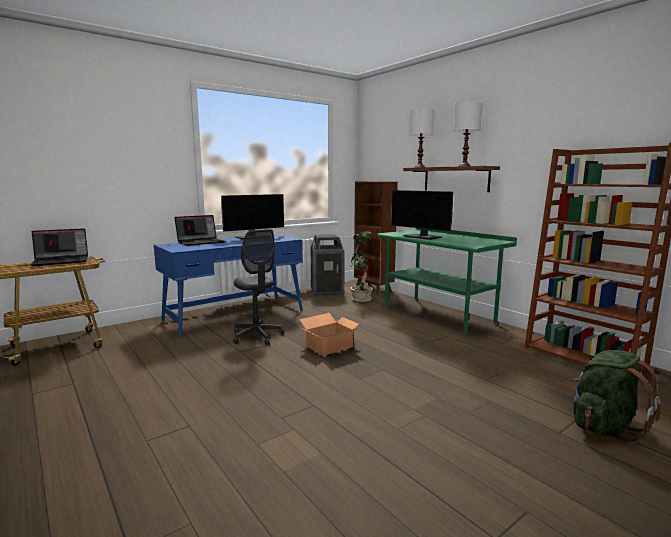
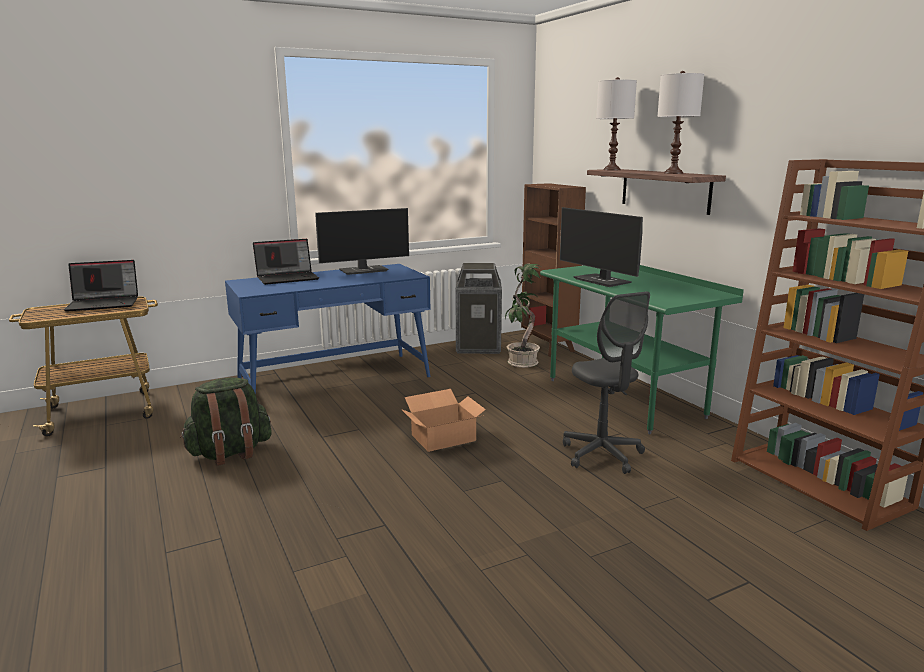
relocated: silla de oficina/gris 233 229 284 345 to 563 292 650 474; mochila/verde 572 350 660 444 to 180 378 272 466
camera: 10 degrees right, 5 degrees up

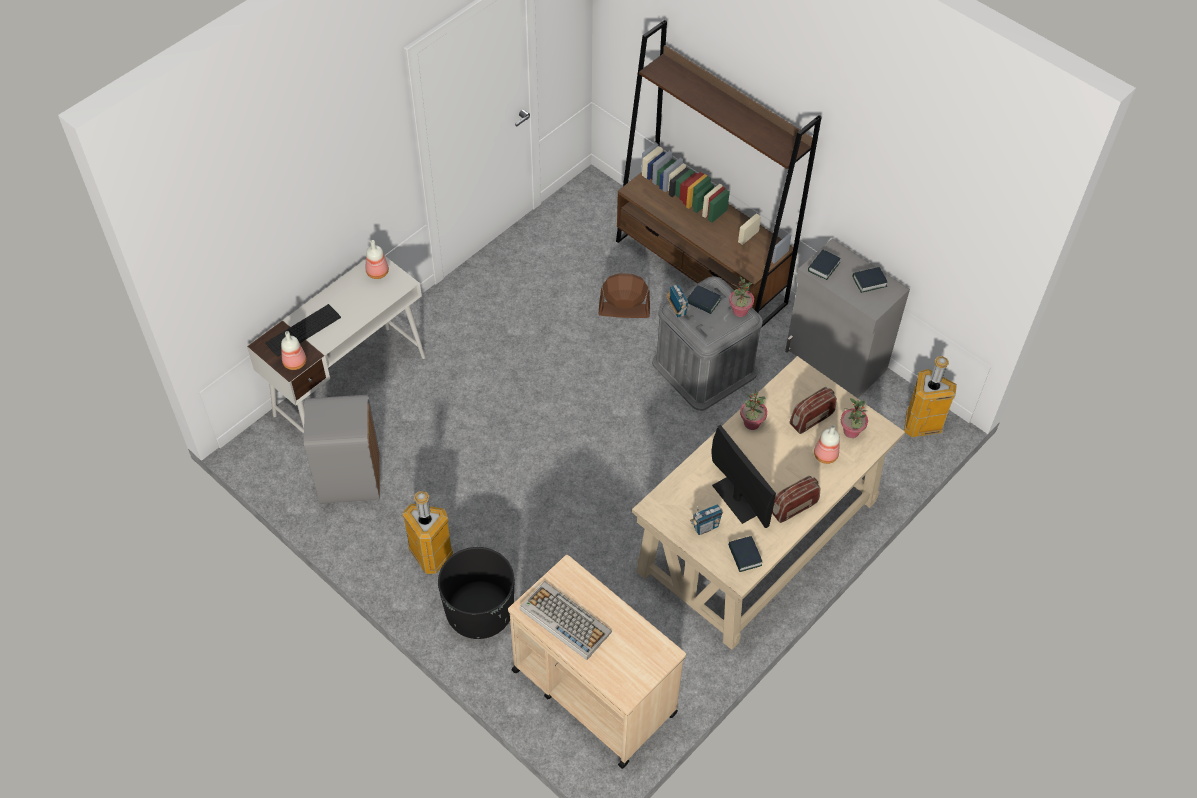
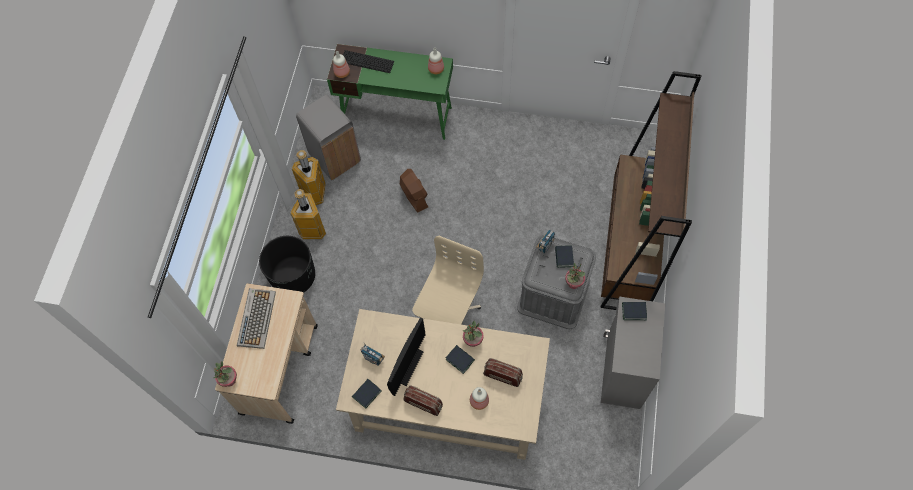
appeared: silla de oficina/beis 412 236 484 324
relocated: ventilador/marrón 599 273 650 318 to 400 169 428 212; planta en maceta 841 398 868 438 to 214 361 237 387; libro 853 267 887 293 to 446 345 475 374; papelera 904 356 957 437 to 292 150 326 205
colour: escritorio/blanco 247 256 425 434 to escritorio/verde 327 44 453 140
camera: 60 degrees right, 10 degrees up

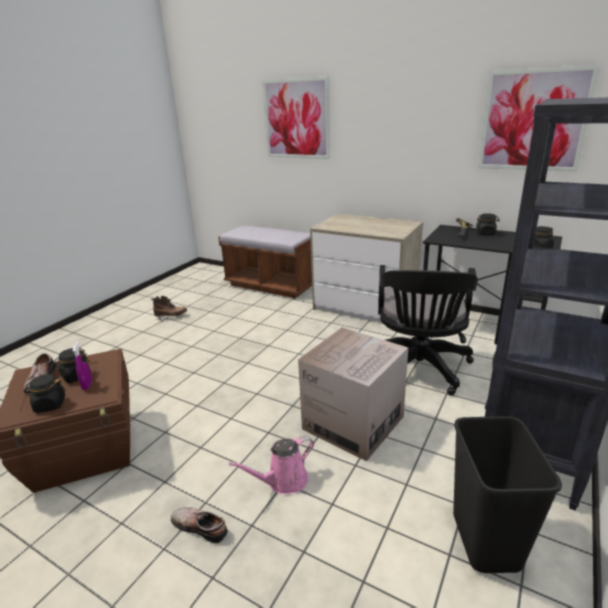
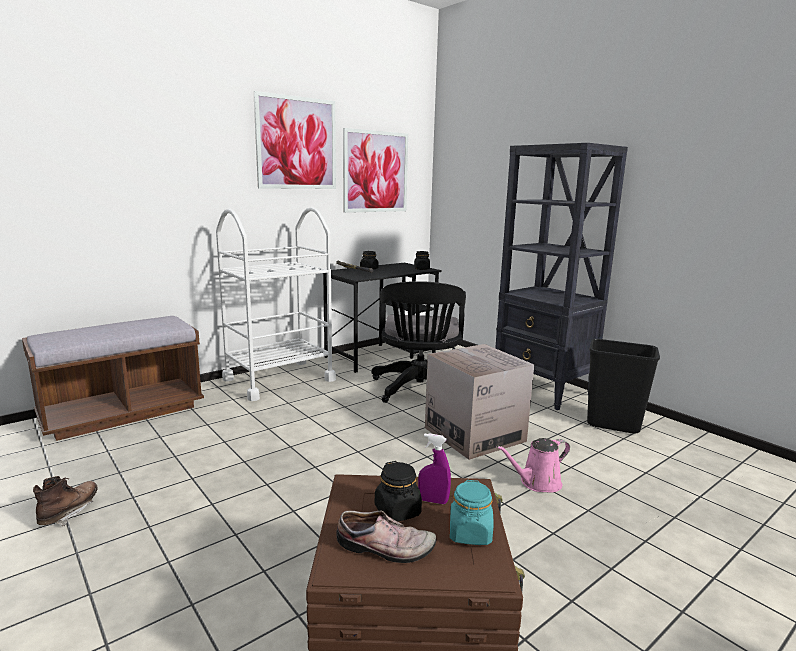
missing: zapato 171 507 228 543
relocated: cuadro 262 76 330 159 to 253 91 336 189
exchanged: cómoda 310 214 423 323 to carrito/blanco 216 207 336 401
colour: tarro/negro 24 374 65 413 to tarro/turquesa 450 480 493 545
spun: regadera/rosa 229 436 314 494 = 496 438 570 493 75 degrees clockwise; silla de oficina/negro 378 265 478 396 = 371 281 466 403 60 degrees clockwise
camera: 70 degrees left, 10 degrees down

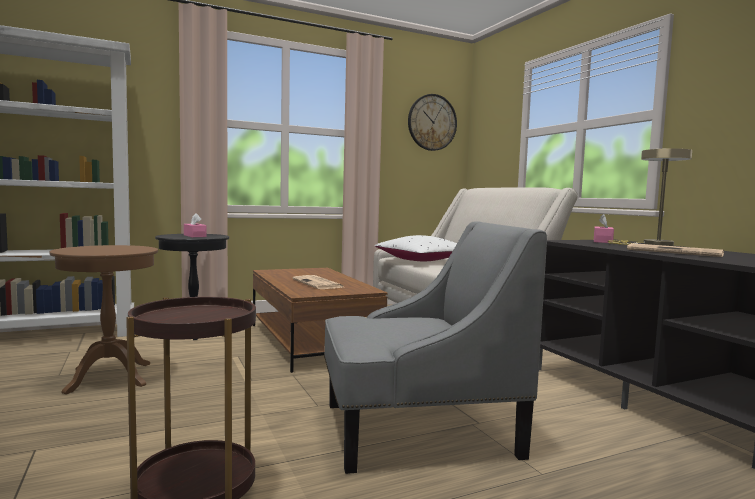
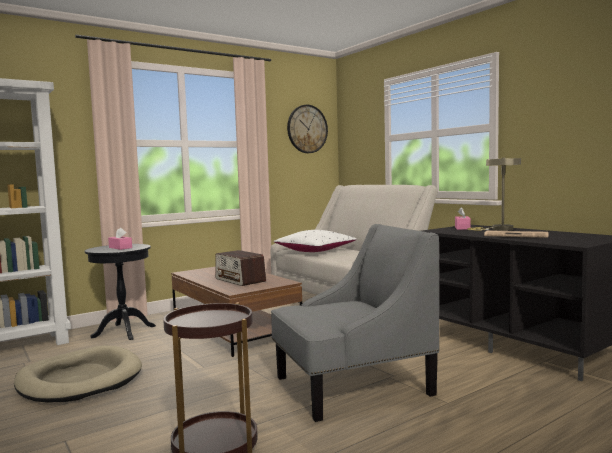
exchanged: mesa auxiliar/marrón 50 245 158 394 to cama para perro/beis 14 345 142 402; periódico 292 275 343 289 to radio 215 250 266 286
camera: 10 degrees left, 0 degrees up

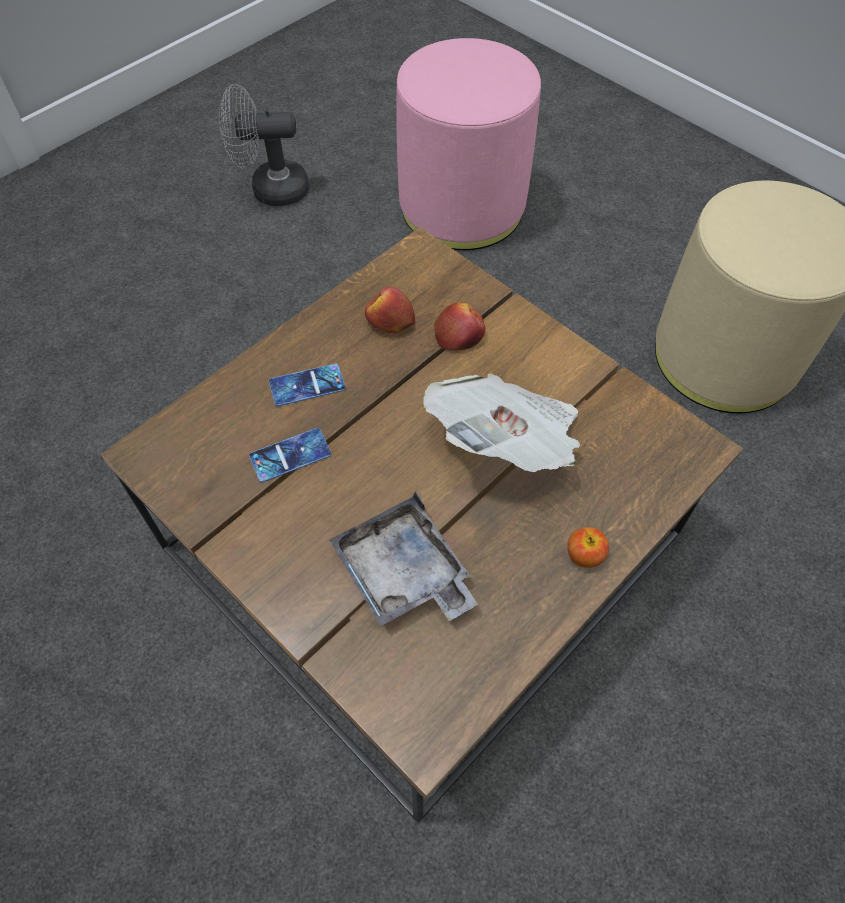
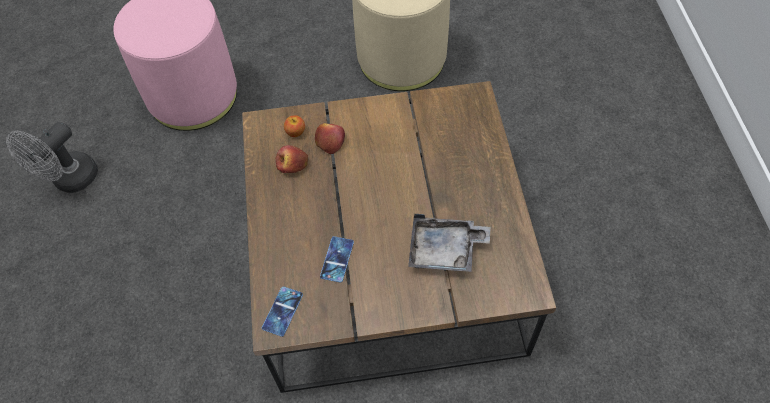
missing: periódico 423 373 580 472
relocated: móvil 269 364 346 406 to 262 286 303 337; manzana 567 527 609 568 to 284 115 305 137
camera: 50 degrees left, 0 degrees up

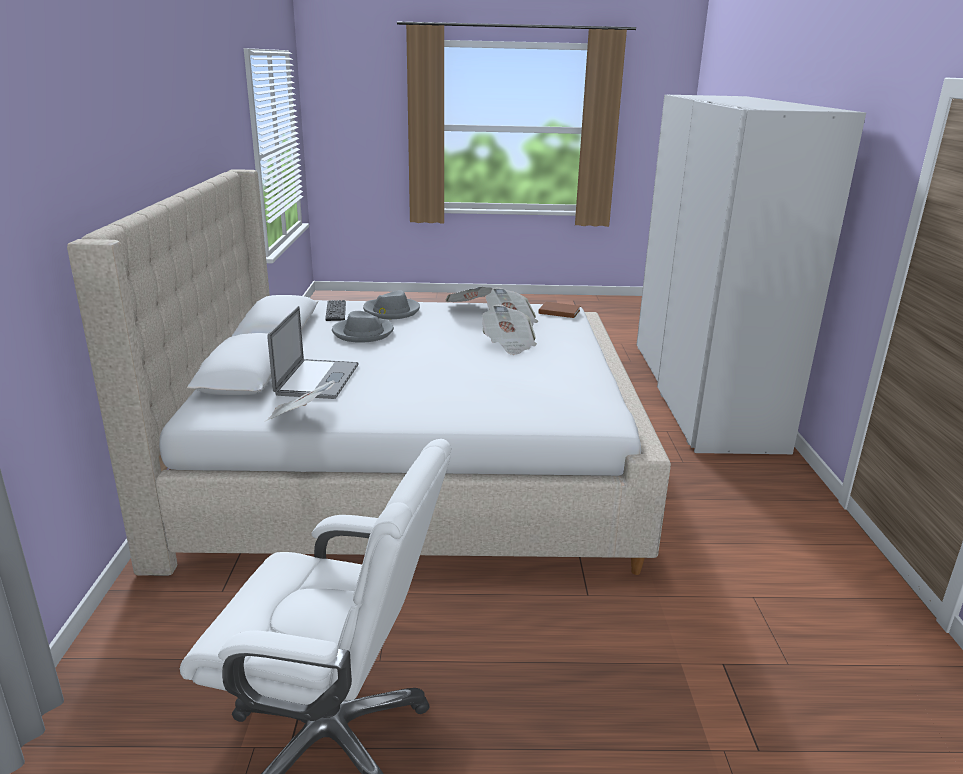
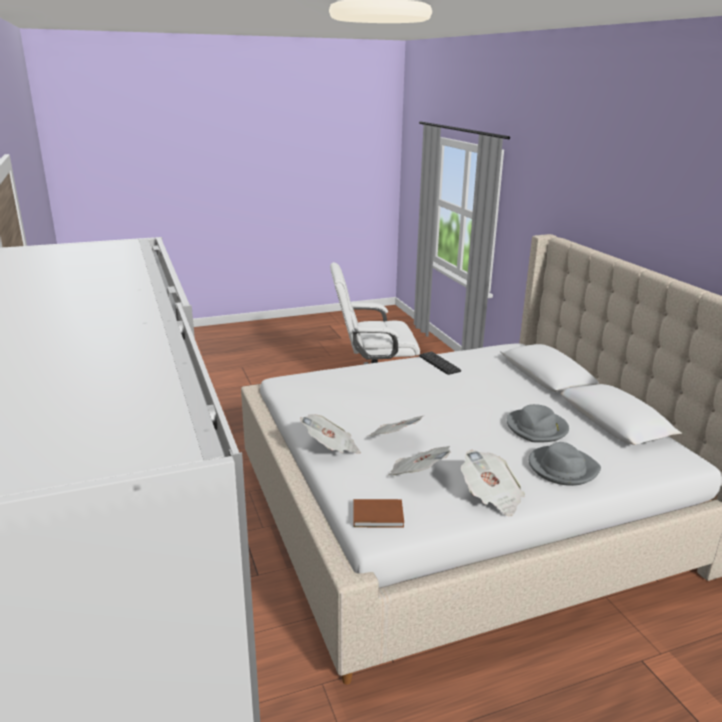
missing: portátil 267 306 358 399
relocated: periódico 266 380 335 421 to 300 414 361 453; teclado 325 300 346 321 to 419 352 461 375
camera: 160 degrees right, 0 degrees up

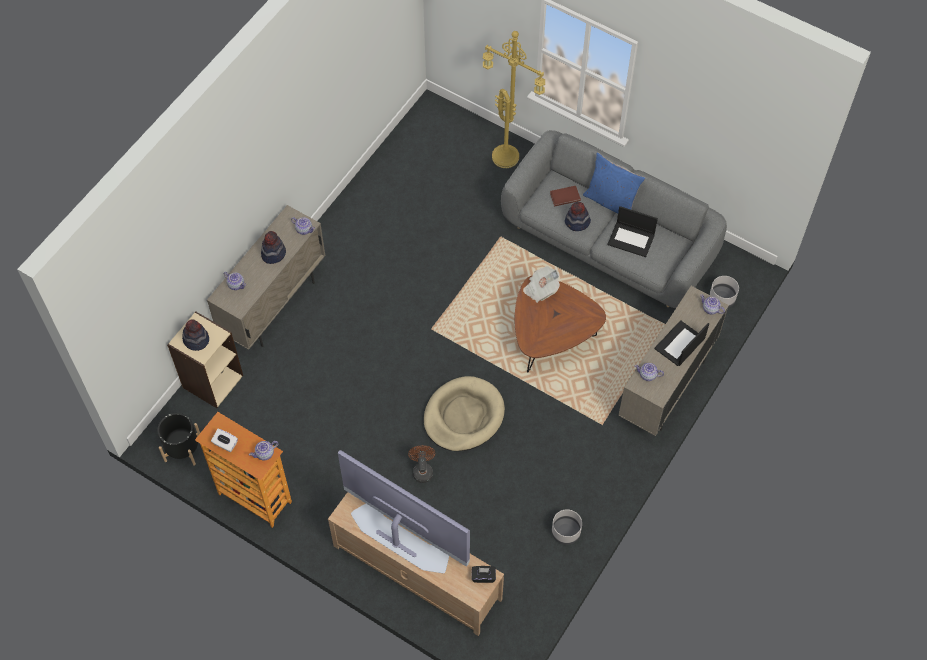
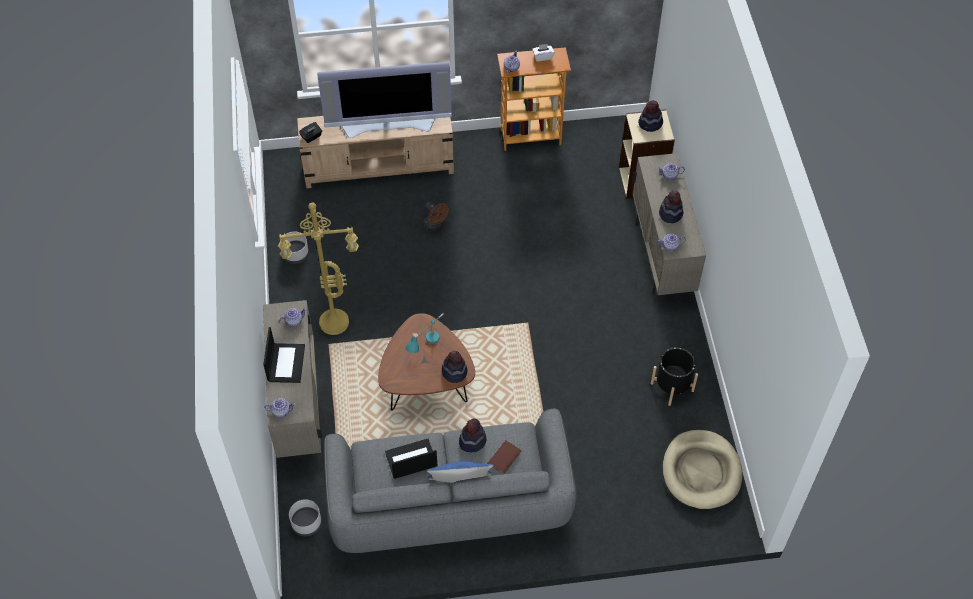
appeared: lámpara de mesa/turquesa 406 313 444 353
relocated: maceta/negro 157 413 200 466 to 651 347 698 406; cama para perro/beis 424 376 505 451 to 663 430 743 510; lámpara de pie/amarillo 483 31 545 168 to 278 202 359 335
exchanged: periódico 523 266 560 303 to sombrero 442 351 467 383
camera: 140 degrees right, 5 degrees down

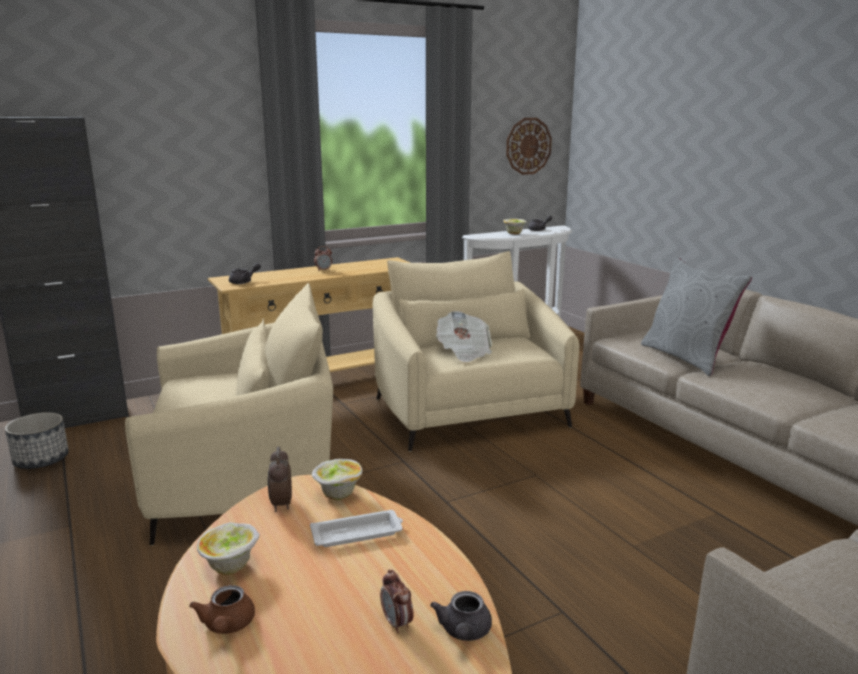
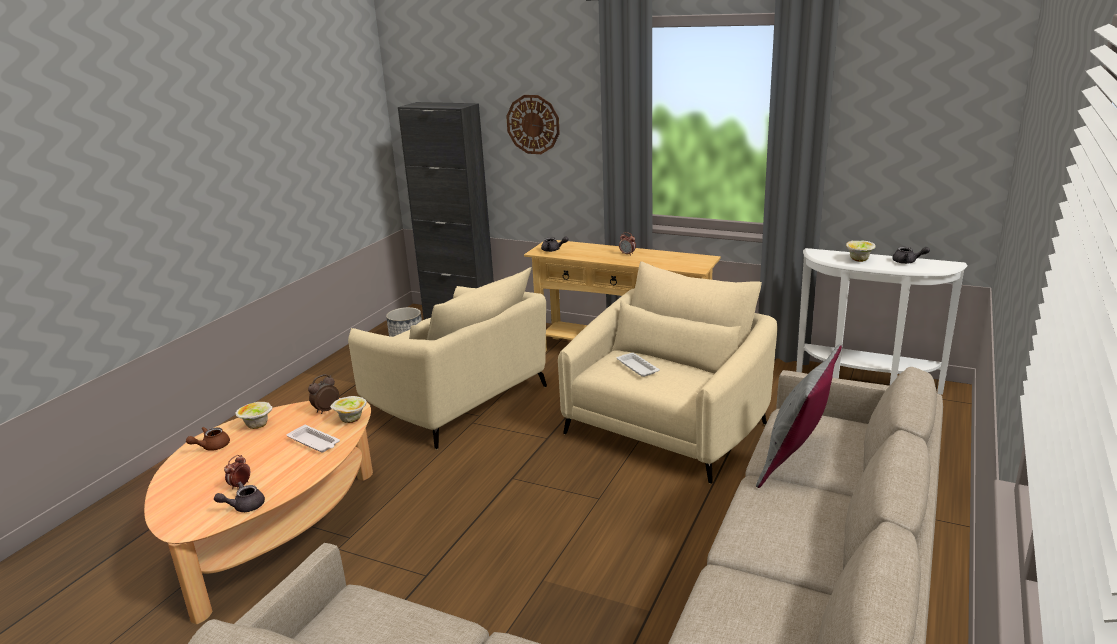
relocated: reloj de pared 506 118 552 175 to 506 95 560 154
exchanged: periódico 436 311 492 362 to bandeja/blanco 617 353 660 377
camera: 55 degrees right, 5 degrees up

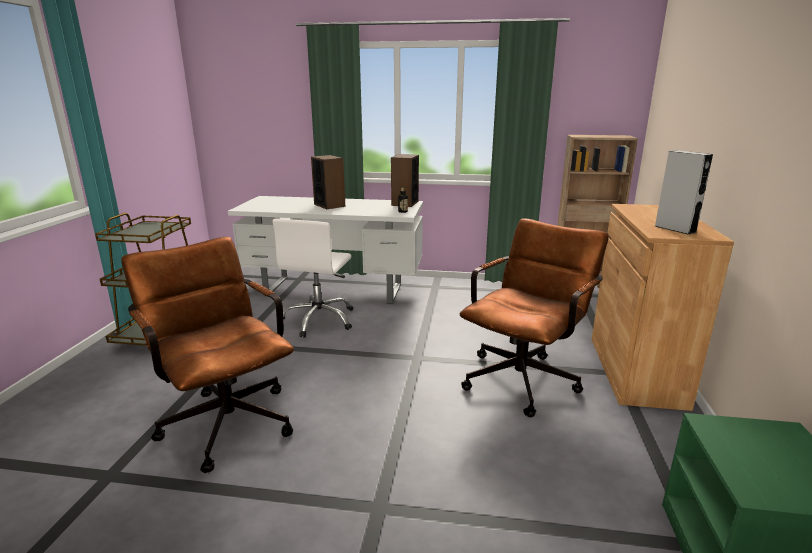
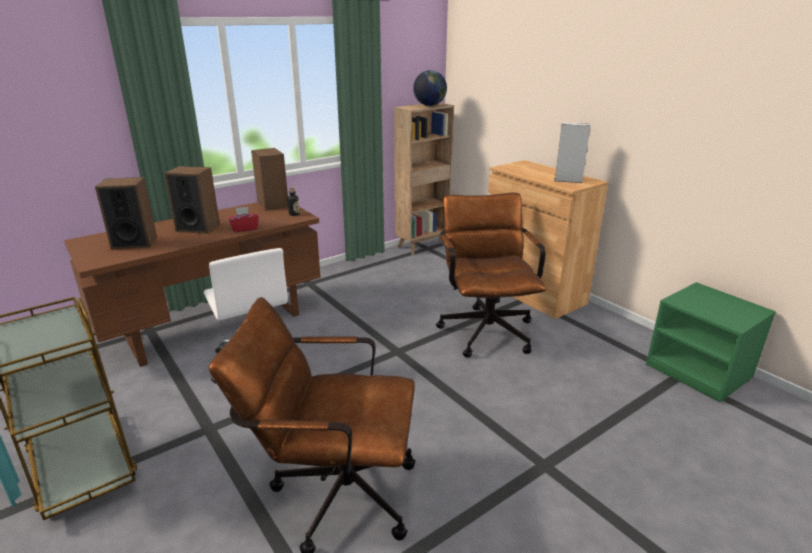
appeared: altavoz 95 177 157 250; caja de pañuelos/rojo 228 206 259 232; globo terráqueo 413 70 447 106
colour: escritorio/blanco 228 196 423 304 to escritorio/marrón 64 202 321 367
camera: 45 degrees left, 5 degrees up

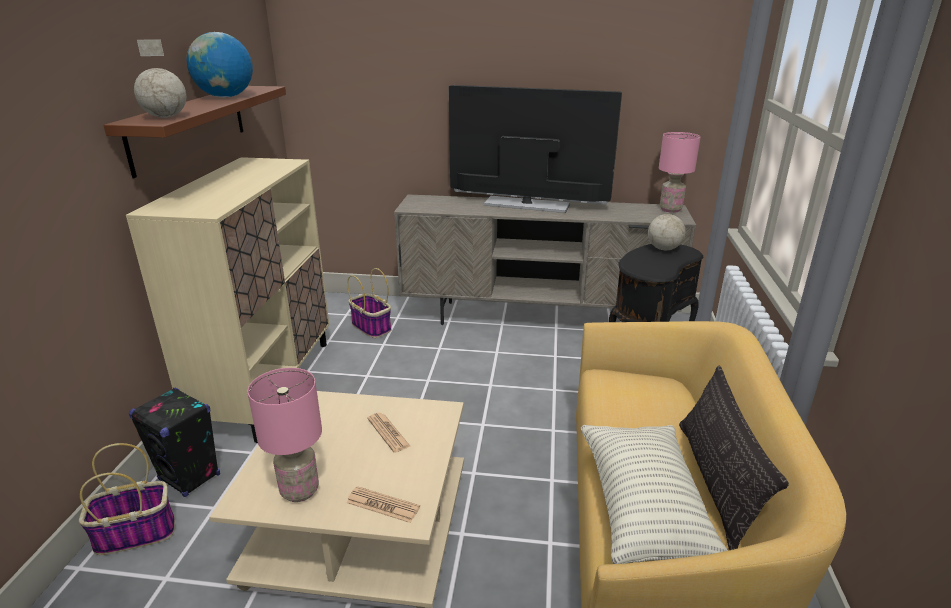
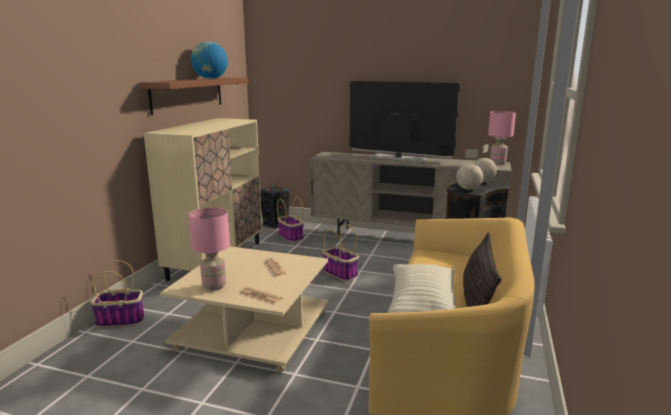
appeared: cesta 323 225 359 281
relocated: altavoz/negro 129 387 220 497 to 260 186 290 229; globo terráqueo 134 39 186 118 to 456 150 483 190
camera: 10 degrees right, 10 degrees down

